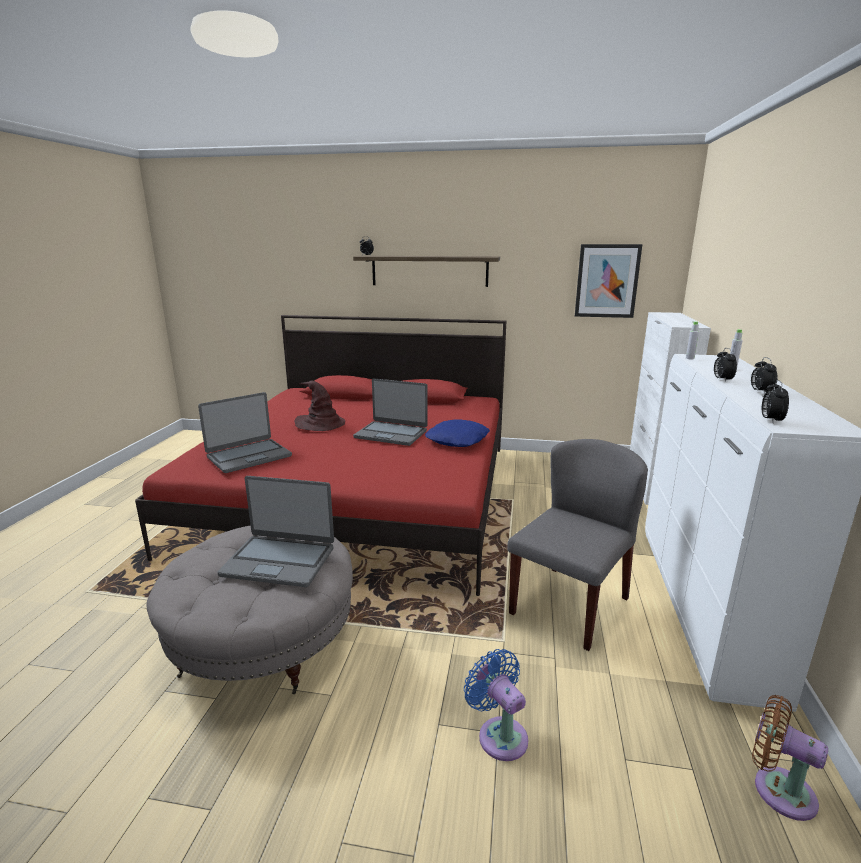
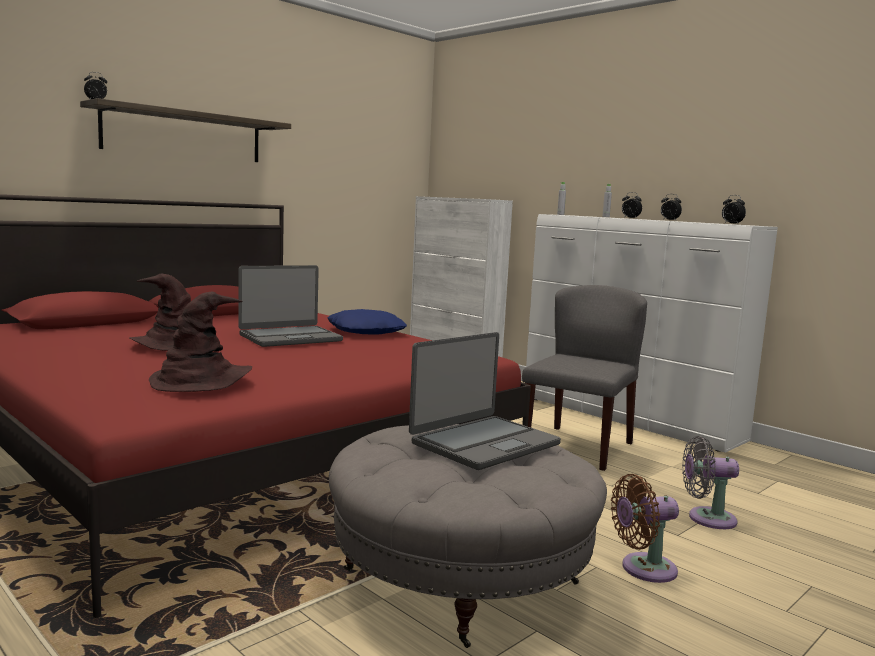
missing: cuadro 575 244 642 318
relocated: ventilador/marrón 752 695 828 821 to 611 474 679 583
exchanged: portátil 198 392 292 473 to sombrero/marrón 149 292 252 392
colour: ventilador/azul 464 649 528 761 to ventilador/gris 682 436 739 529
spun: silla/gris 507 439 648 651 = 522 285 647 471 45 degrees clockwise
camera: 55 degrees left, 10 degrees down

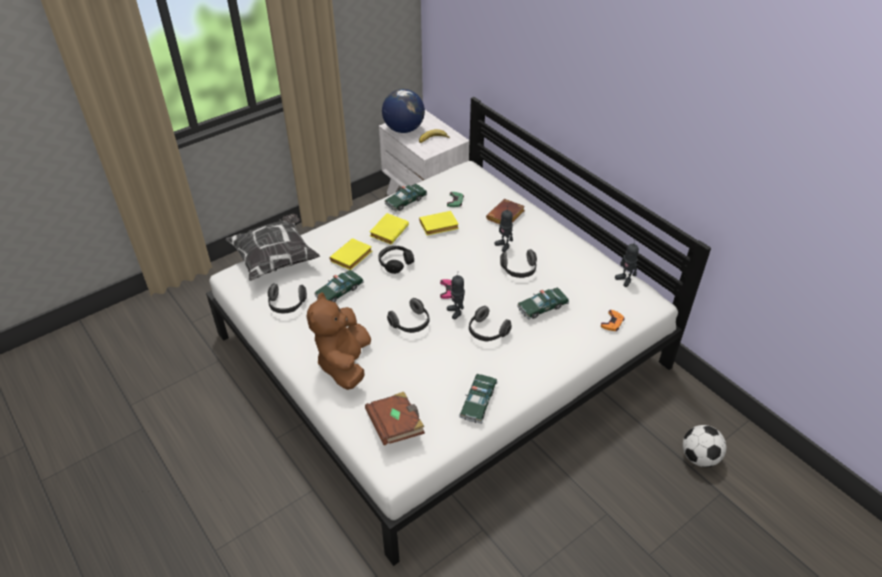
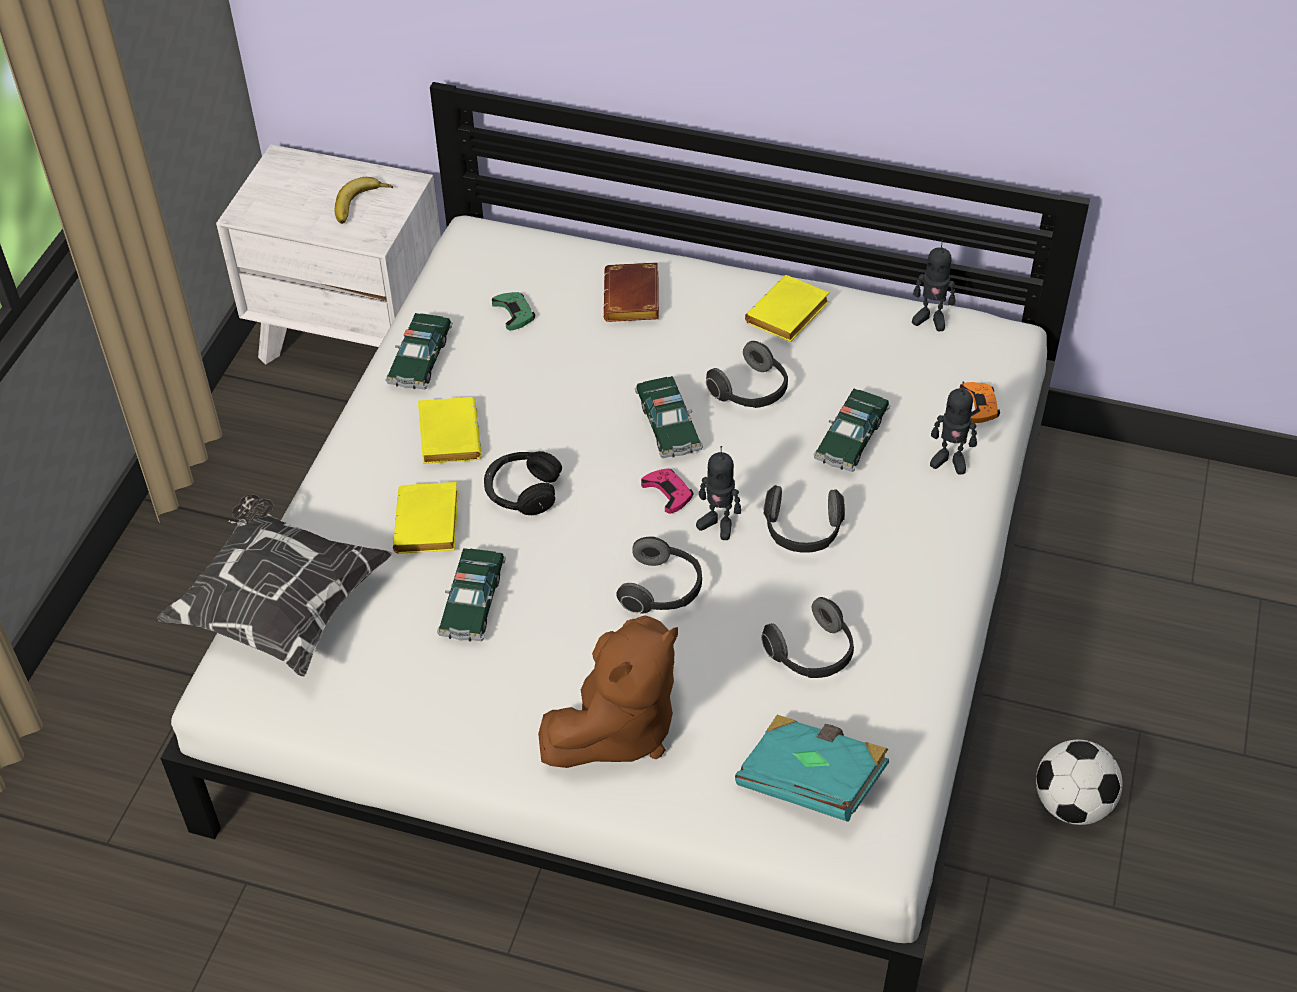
missing: globo terráqueo 382 89 425 133
relocated: auriculares 268 284 307 314 to 761 597 854 678; libro/amarillo 419 211 459 235 to 745 275 829 342; coche de juguete 459 374 498 424 to 635 376 703 458; robot de juguete 495 206 513 252 to 930 382 977 475; balón de fútbol 683 425 726 467 to 1036 740 1122 825
colour: libro/marrón 365 392 425 446 to libro/turquesa 735 715 889 822
spun: peluche/marrón 306 292 371 390 = 538 615 678 768 105 degrees counterclockwise
camera: 35 degrees left, 5 degrees up

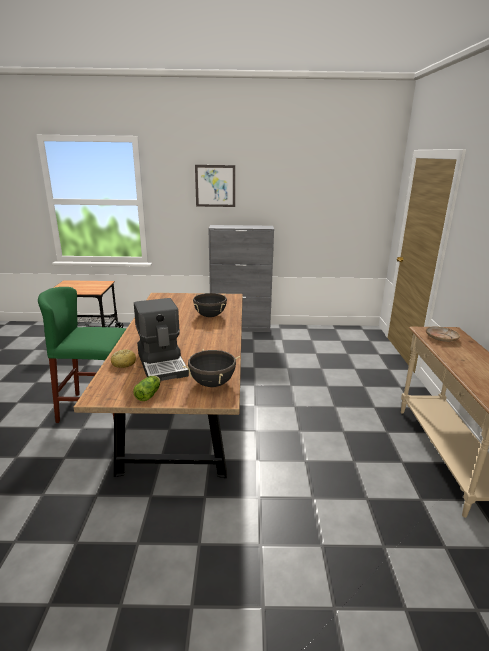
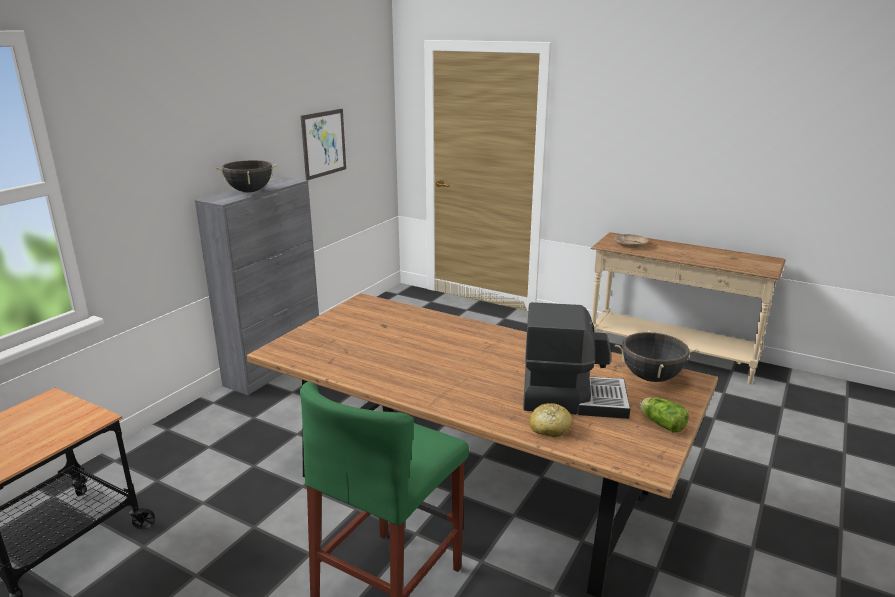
relocated: olla/negro 193 293 227 317 to 216 160 278 192; cuadro 195 165 235 207 to 301 109 346 180
camera: 60 degrees left, 0 degrees up

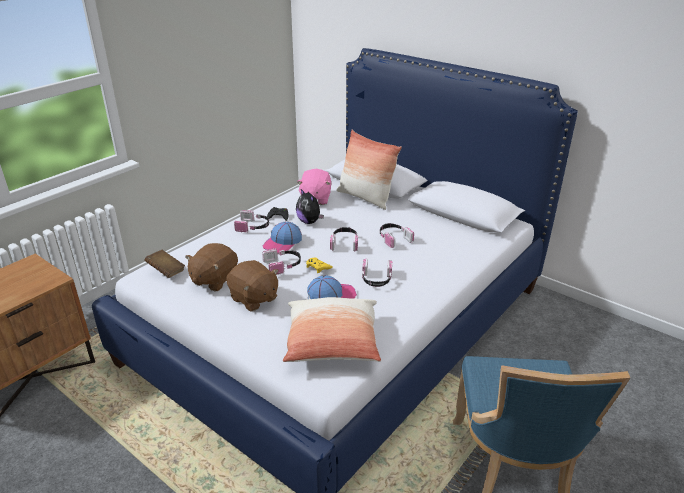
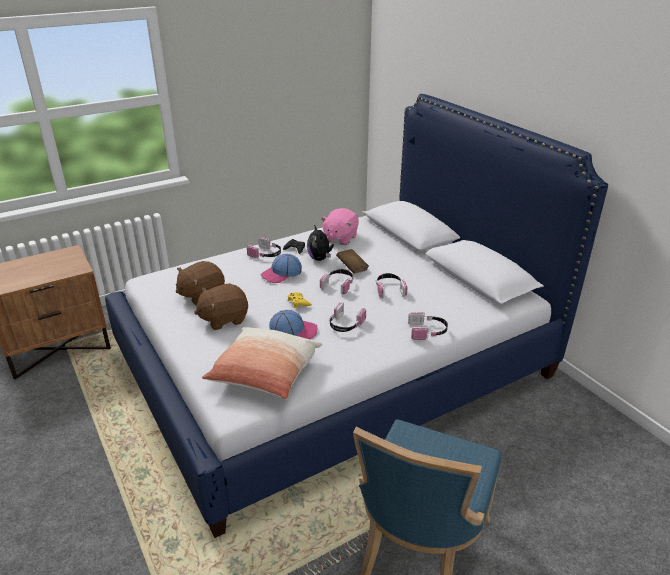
missing: cojín 336 130 402 210
relocated: libro/marrón 144 250 185 278 to 336 249 369 274; auriculares 262 248 301 275 to 408 312 448 340
spun: peluche/marrón 226 260 279 312 = 194 283 248 330 90 degrees clockwise
camera: 20 degrees right, 0 degrees up

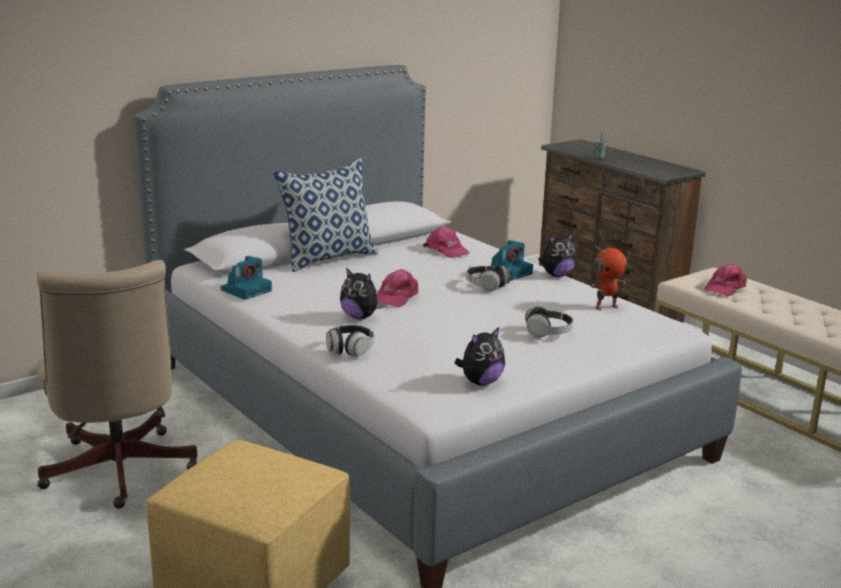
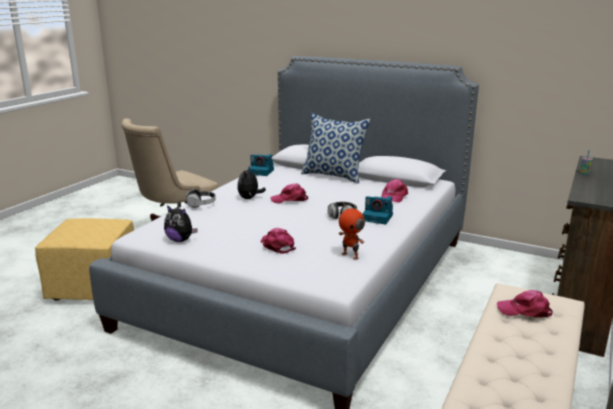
missing: peluche 538 233 577 277
exchanged: auriculares 525 306 573 338 to gorra/rosa 261 228 296 254
camera: 65 degrees right, 0 degrees up

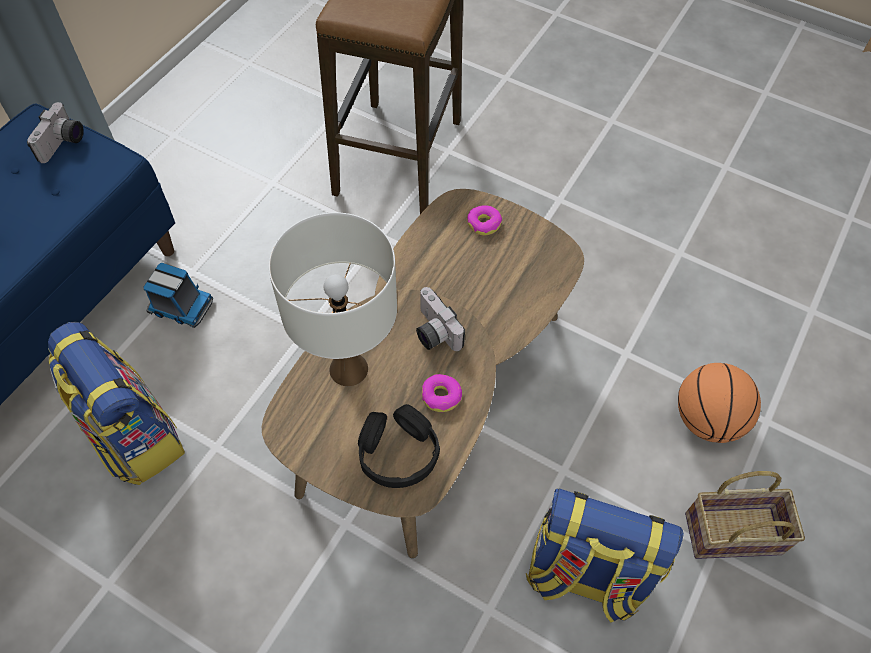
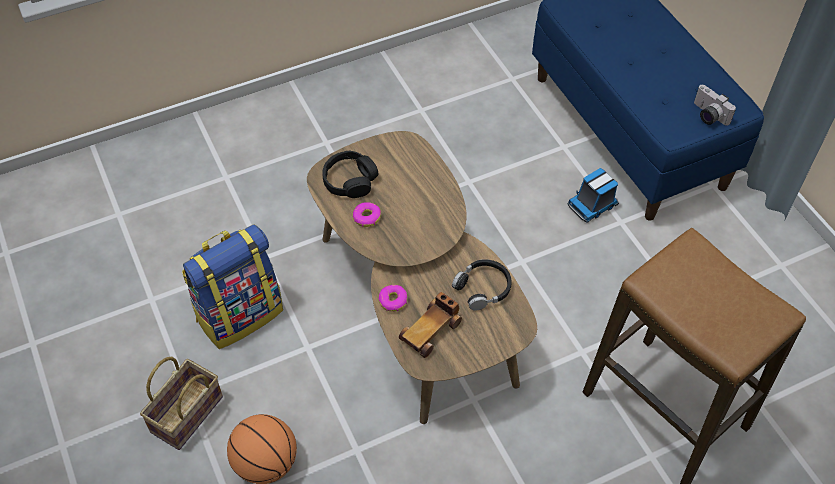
missing: mochila 48 322 185 485; lámpara de mesa/blanco 269 212 397 386; cámara 416 287 465 351
appeared: coche de juguete 399 292 462 358; auriculares/negro 452 259 512 311
relocated: rosquilla 467 205 502 235 to 379 285 407 312
camera: 125 degrees right, 5 degrees down

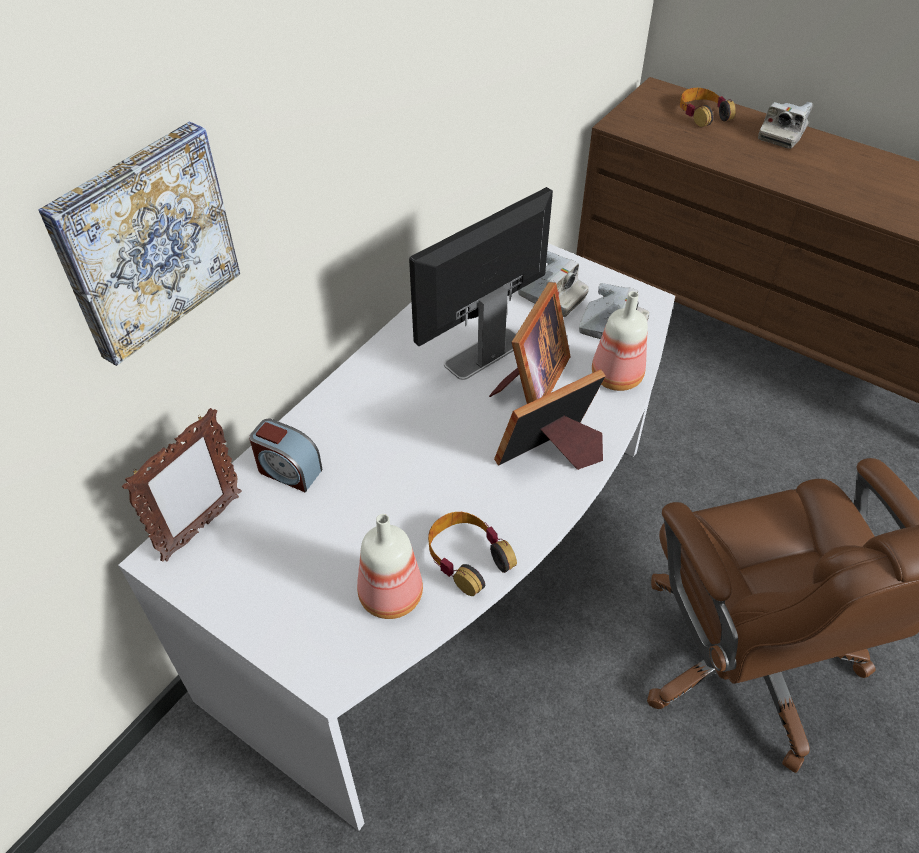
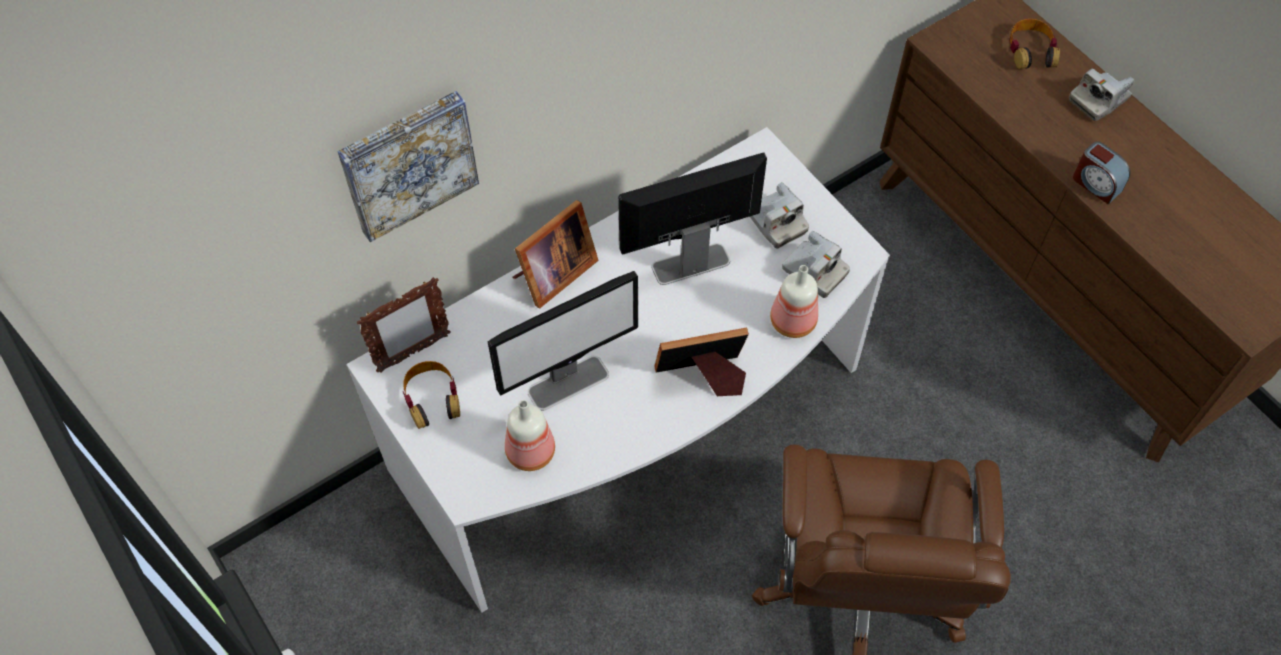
appeared: monitor 488 271 638 411
relocated: despertador 249 419 322 492 to 1073 141 1130 204; auriculares 428 512 517 596 to 403 361 460 429; portarretratos 489 282 571 404 to 513 200 598 309
camera: 20 degrees right, 10 degrees up

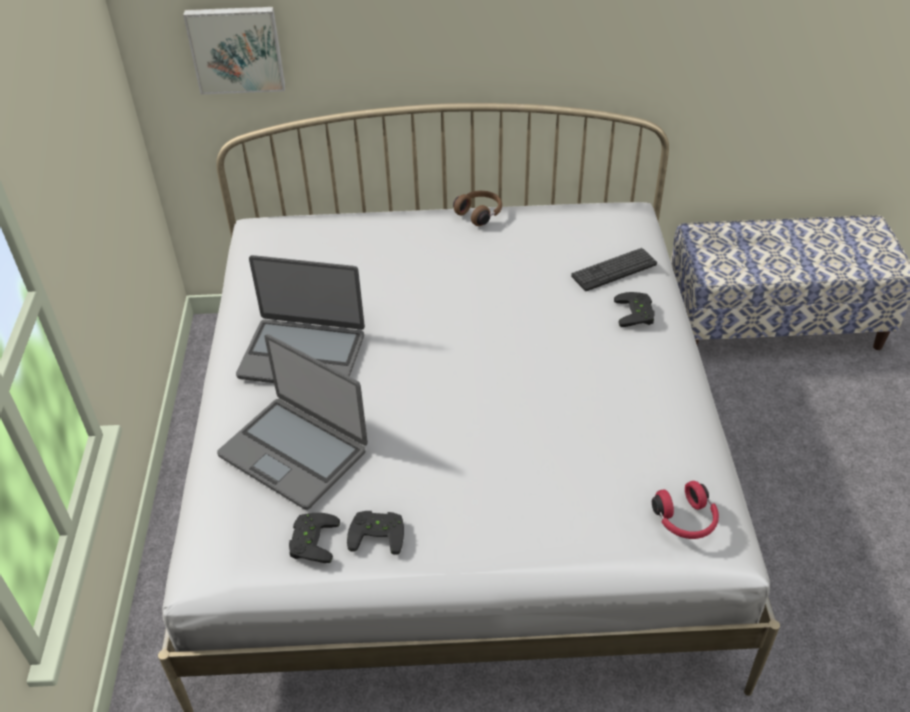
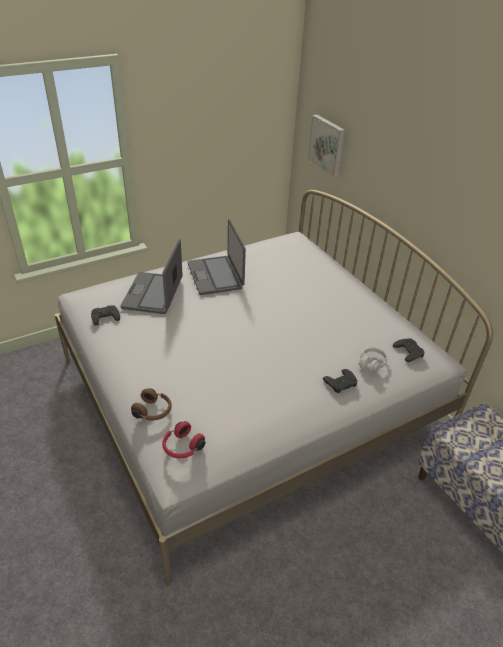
relocated: mando de consola/negro 347 511 404 555 to 393 339 425 362; auriculares/marrón 453 191 502 226 to 131 388 172 421
exchanged: teclado 571 248 657 291 to auriculares/gris 359 347 388 373
camera: 60 degrees right, 5 degrees down

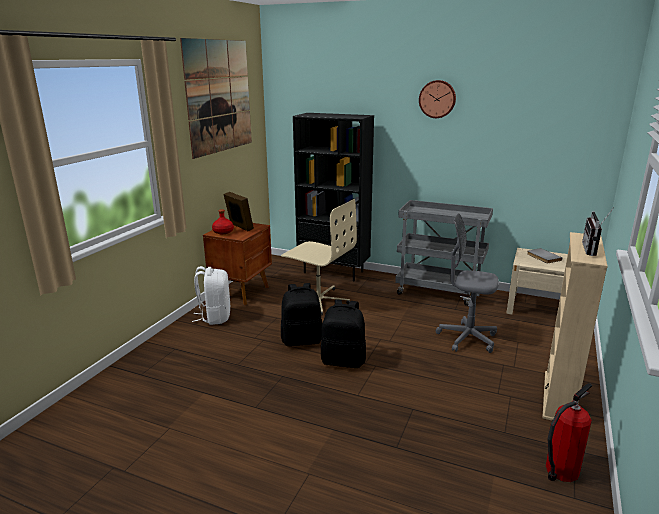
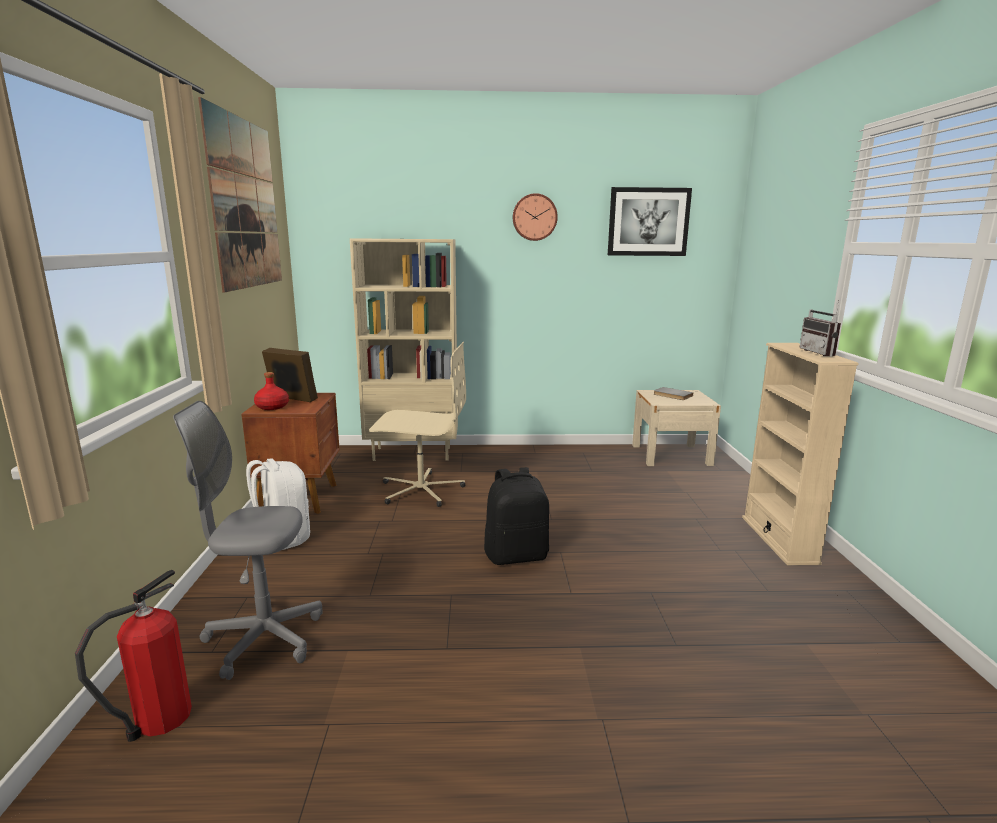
missing: mochila/negro 281 283 322 346; carrito/gris 395 200 493 306
appeared: cuadro 608 187 692 256
relocated: silla de oficina/gris 436 213 499 353 to 173 401 323 680; extintor 546 383 592 482 to 75 570 192 742
colour: estantería/negro 293 113 374 282 to estantería/beis 350 238 458 461
camera: 25 degrees left, 5 degrees down

